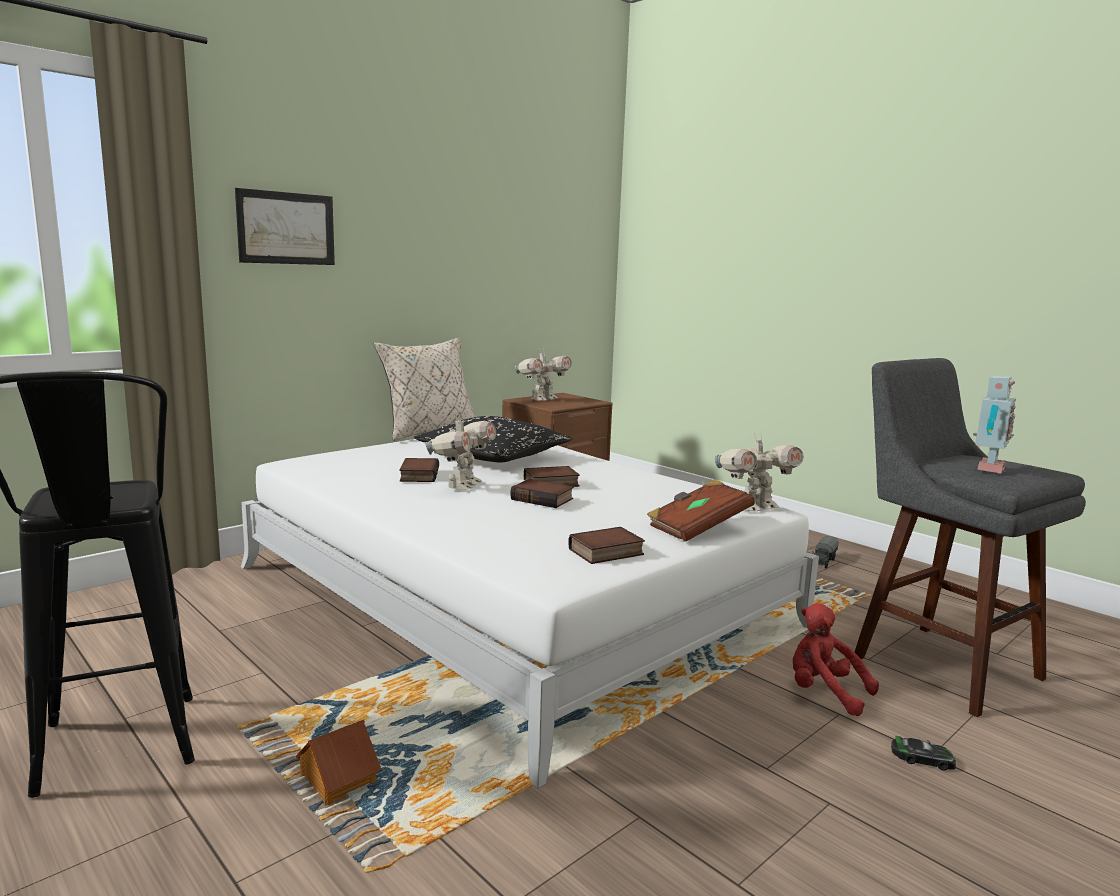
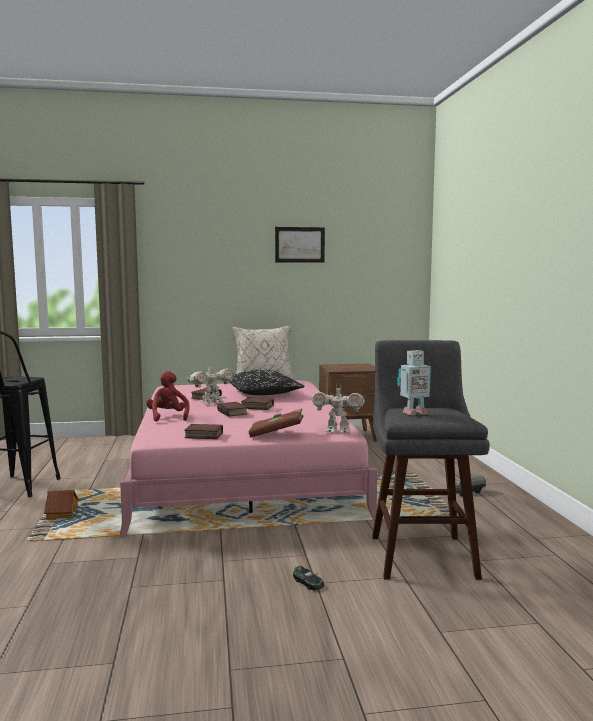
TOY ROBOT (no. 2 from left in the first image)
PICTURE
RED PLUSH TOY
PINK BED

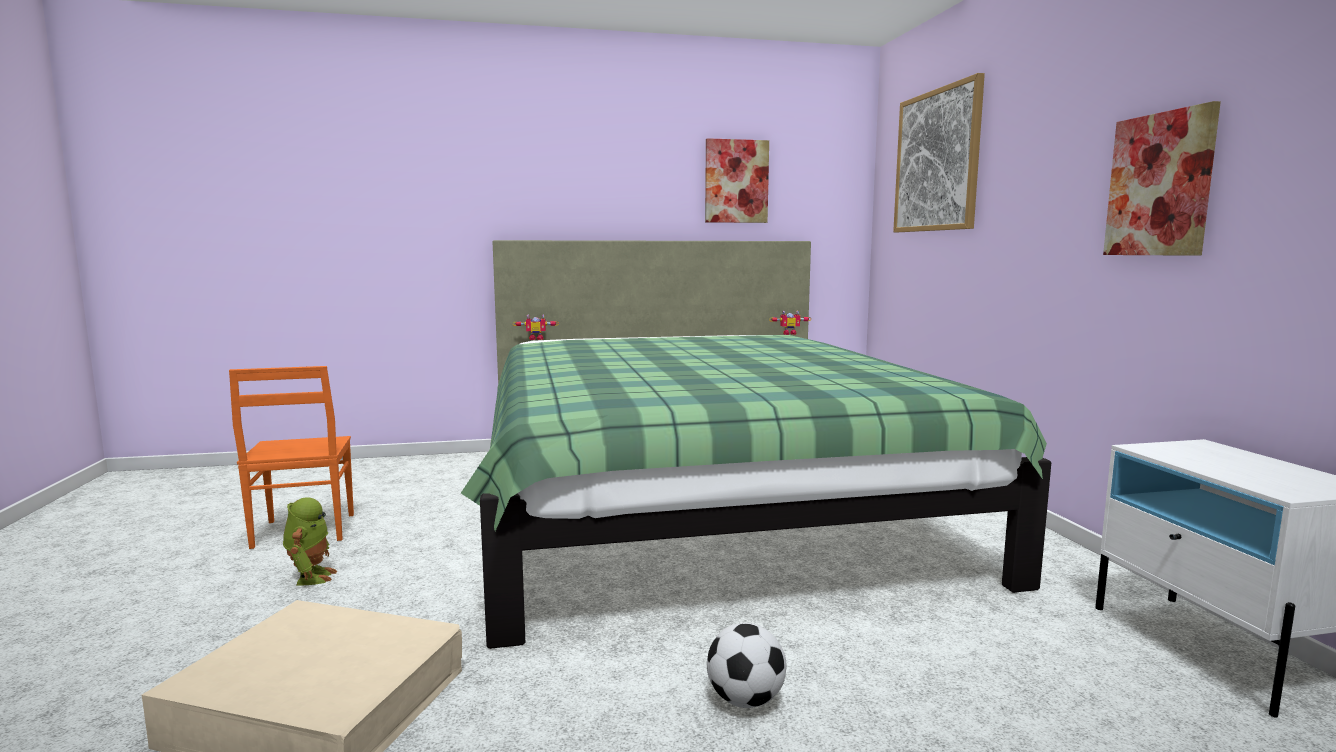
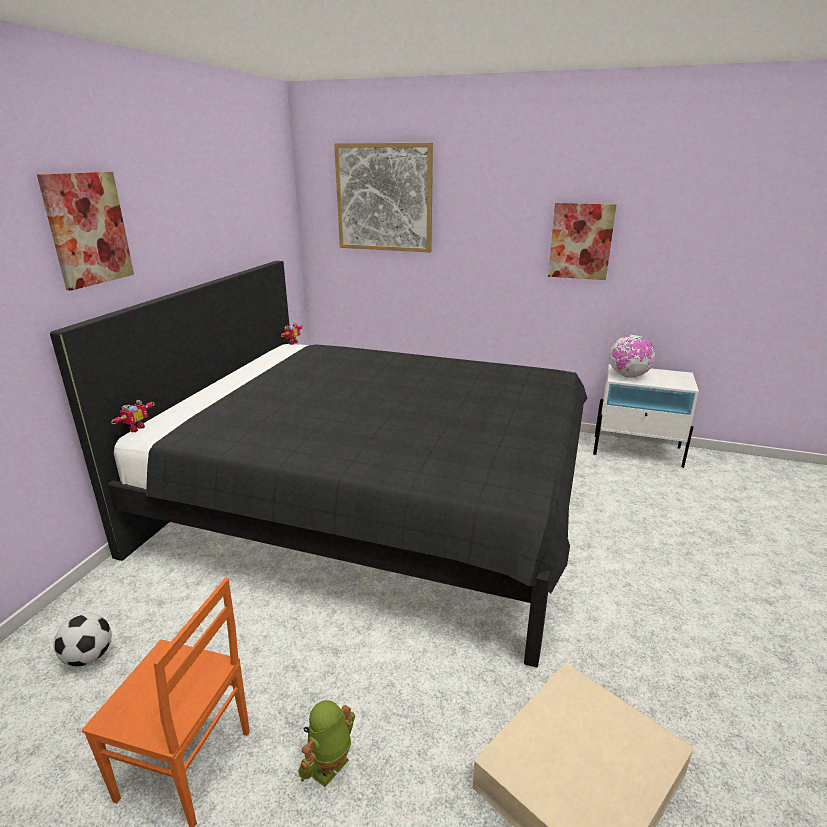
GLOBE
PICTURE (no. 1 from left)
FOOTBALL
BLACK BED
TOY ROBOT (no. 3 from left)

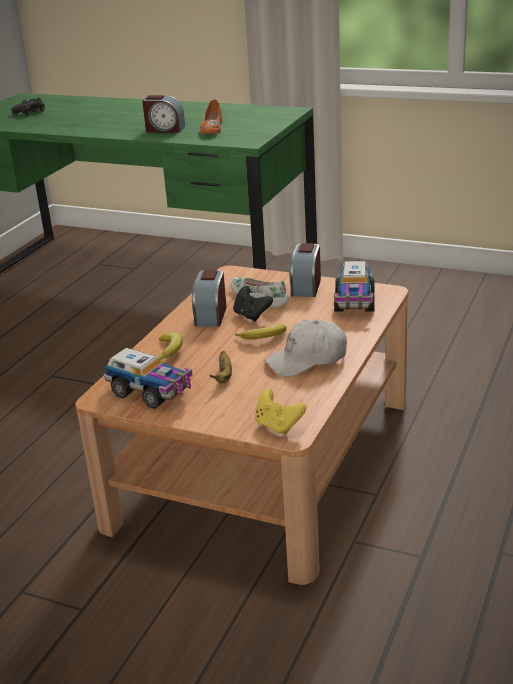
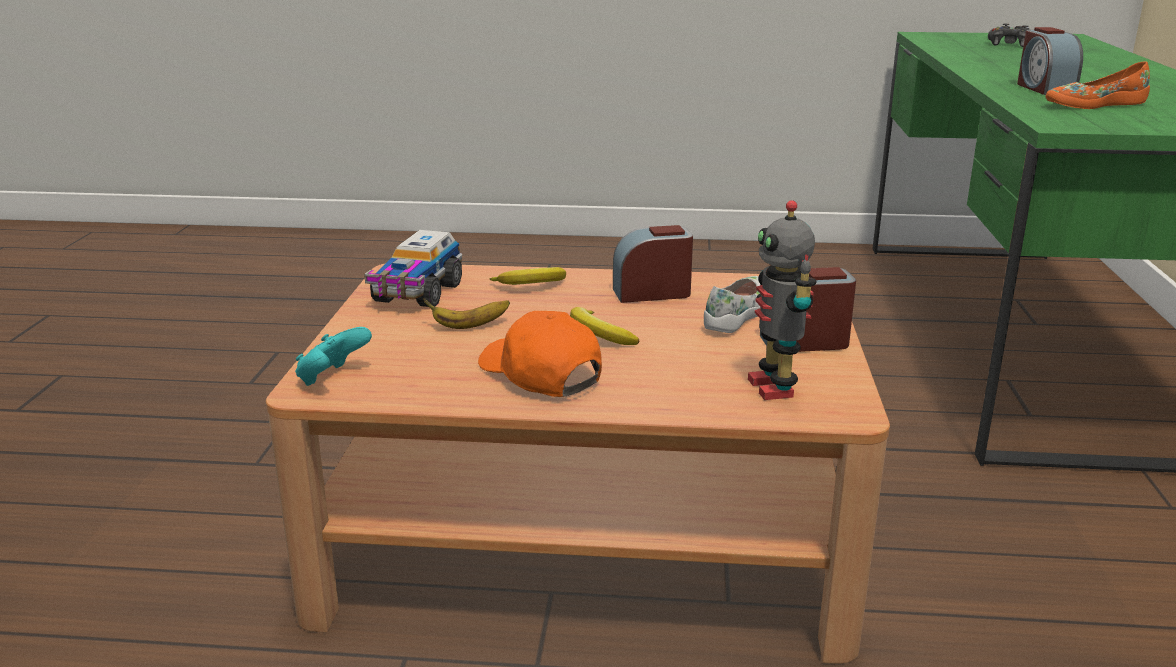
BLACK GAME CONTROLLER (no. 2 from left in the first image)
TOY ROBOT
TURQUOISE GAME CONTROLLER
ORANGE CAP

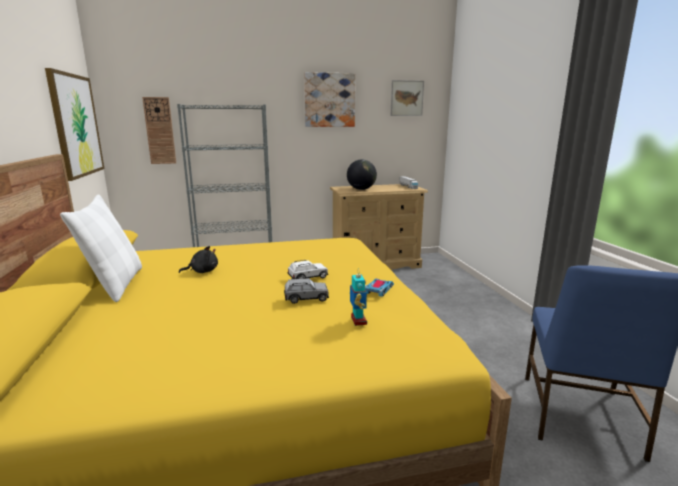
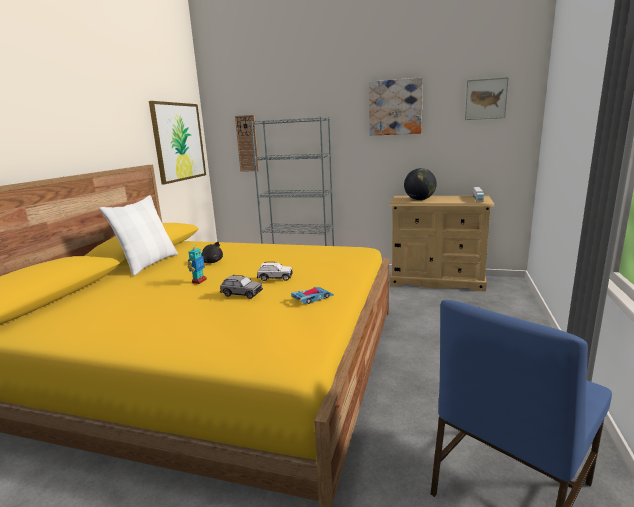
TOY ROBOT

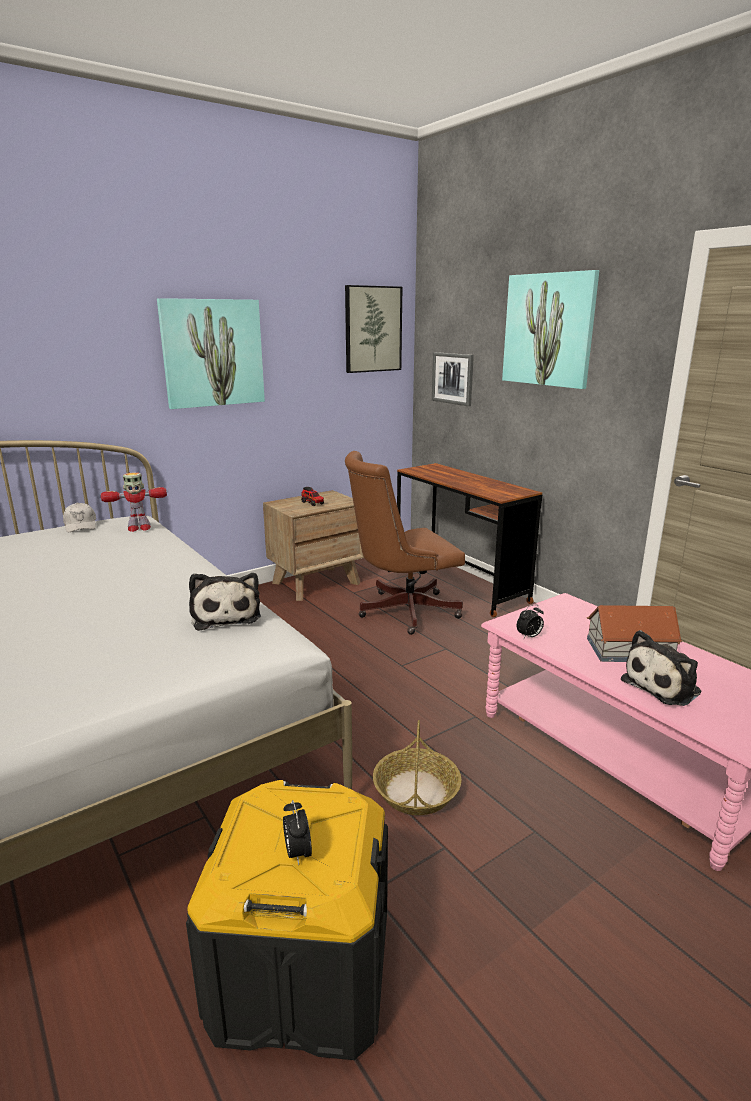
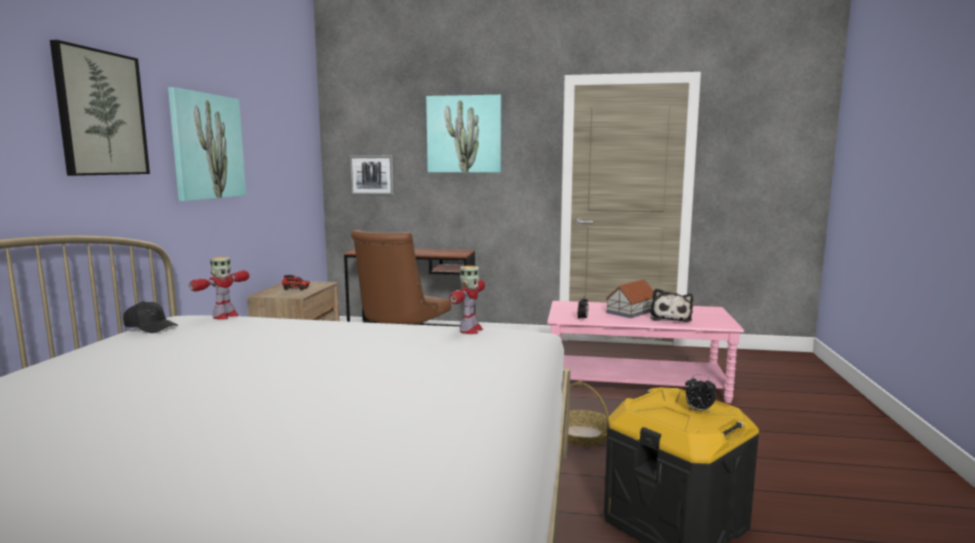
PICTURE (no. 1 from left)
TOY ROBOT (no. 2 from left)
BLACK CAP

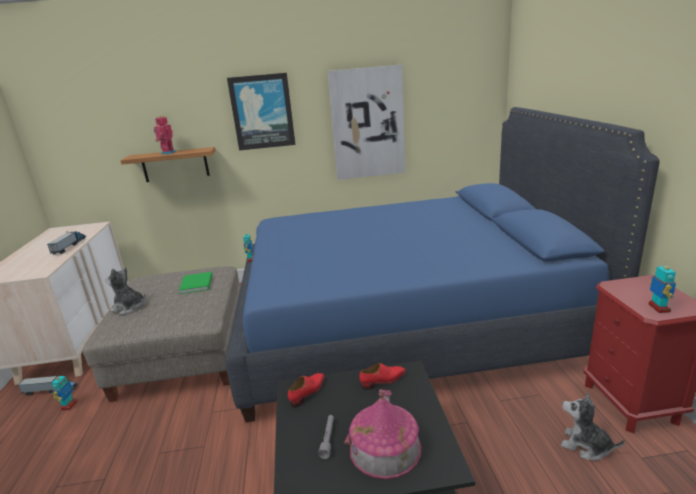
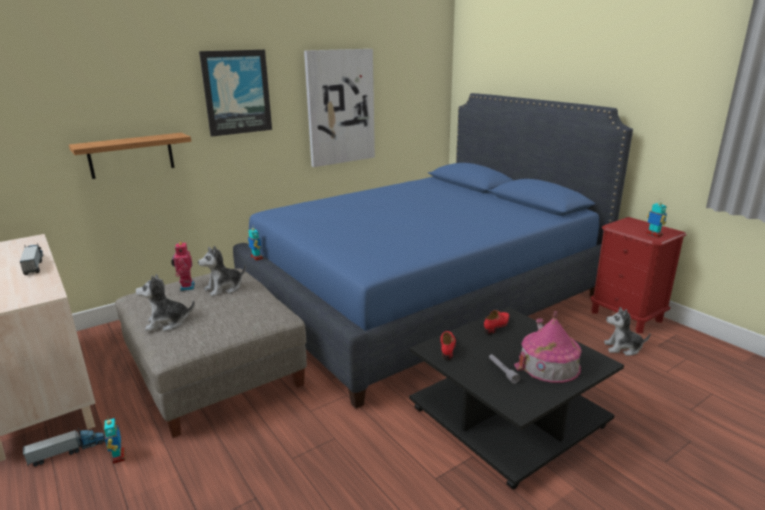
TOY ROBOT (no. 2 from left)
PLUSH TOY (no. 2 from left)

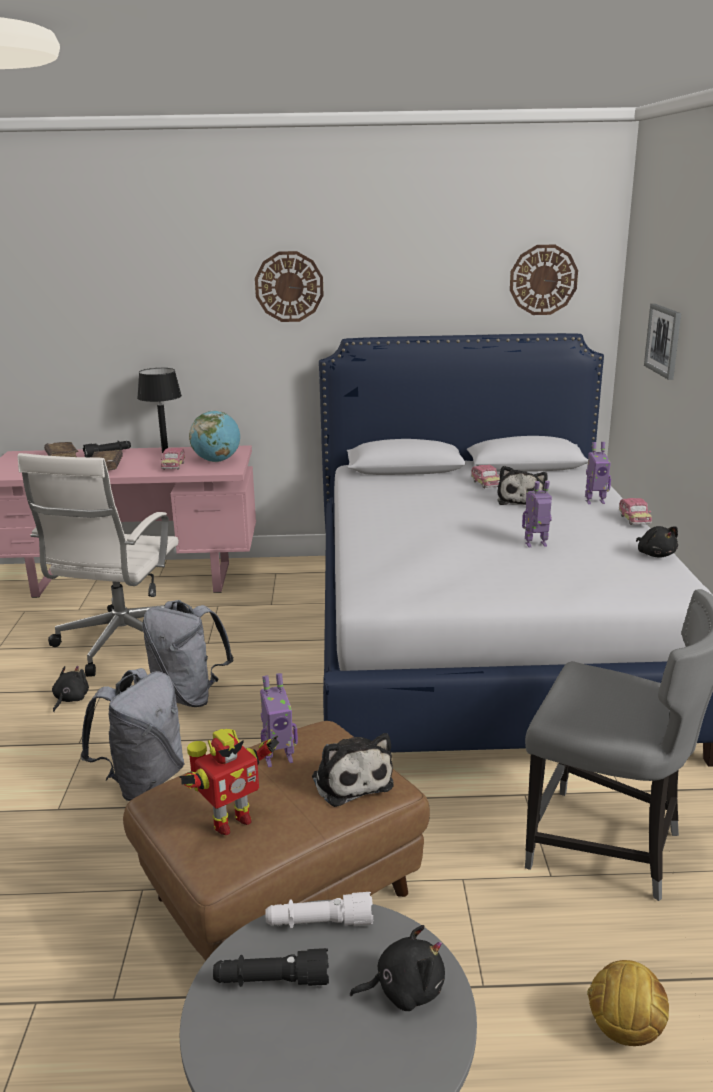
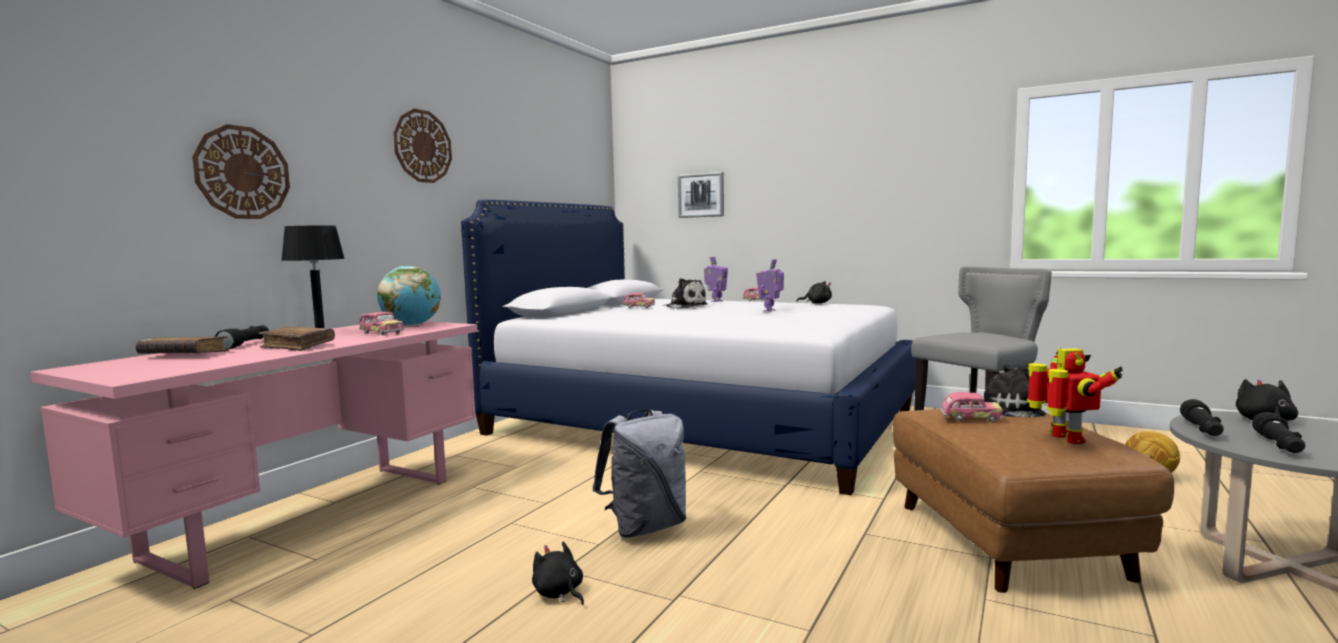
WHITE OFFICE CHAIR
GREY BACKPACK (no. 1 from left in the first image)
WALL CLOCK (no. 1 from left)
TOY CAR (no. 4 from left)
BLACK FLASHLIGHT (no. 2 from left)

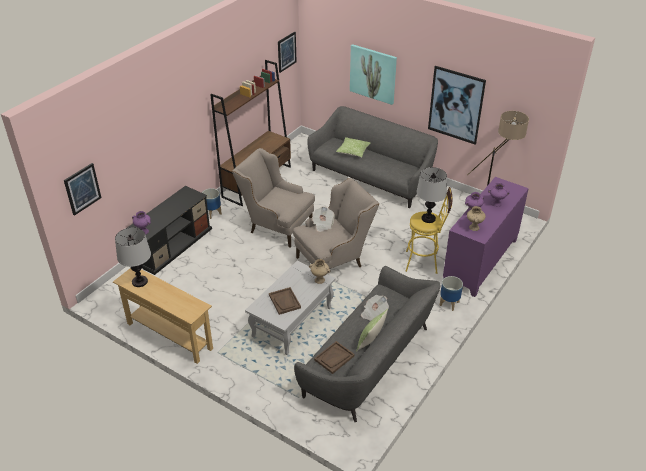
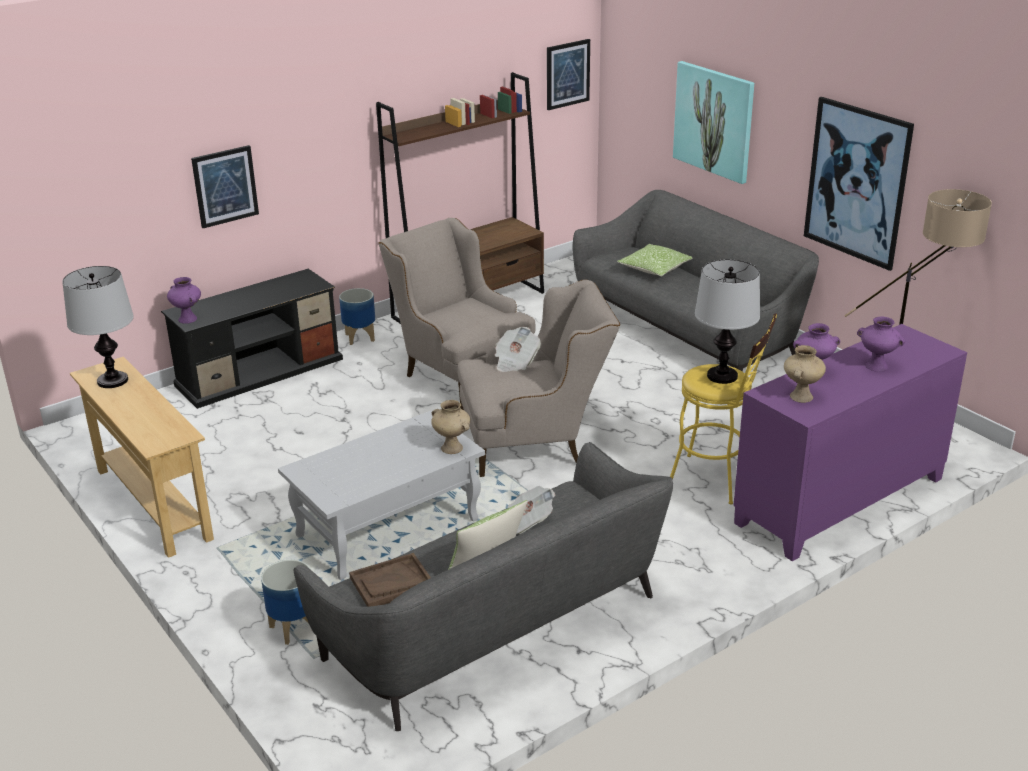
BROWN TRAY (no. 1 from left in the first image)
PICTURE (no. 1 from left)
PLANTER (no. 1 from left)

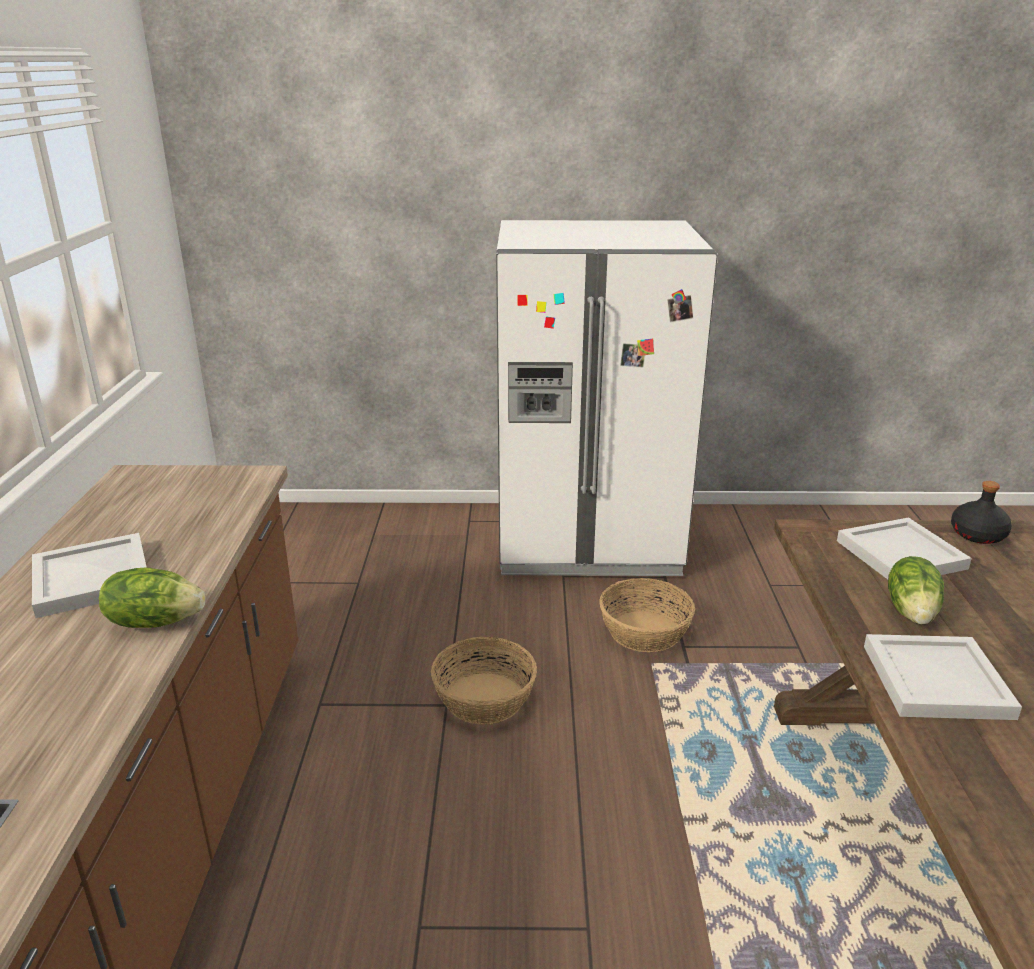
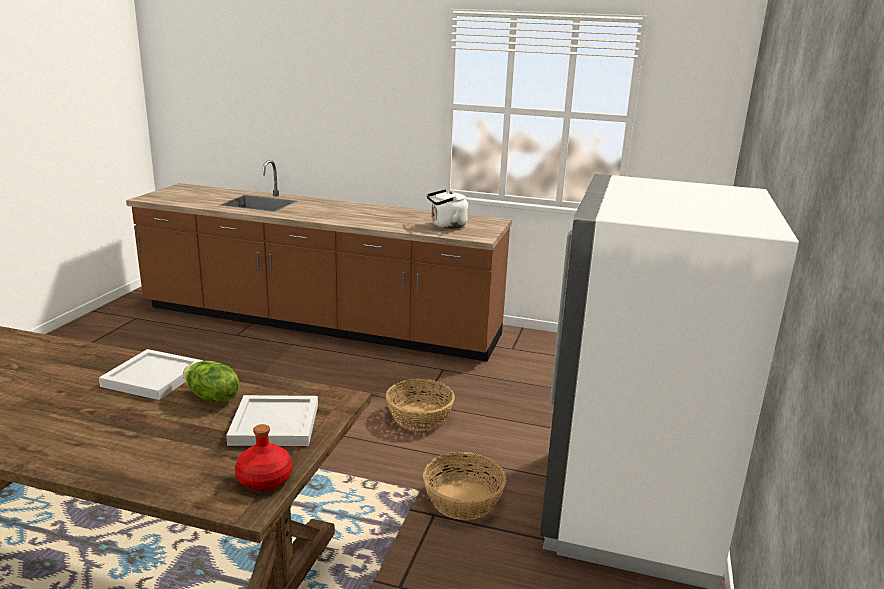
WHITE TRAY (no. 1 from left in the first image)
LETTUCE (no. 1 from left in the first image)
WHITE KETTLE
RED BOTTLE

